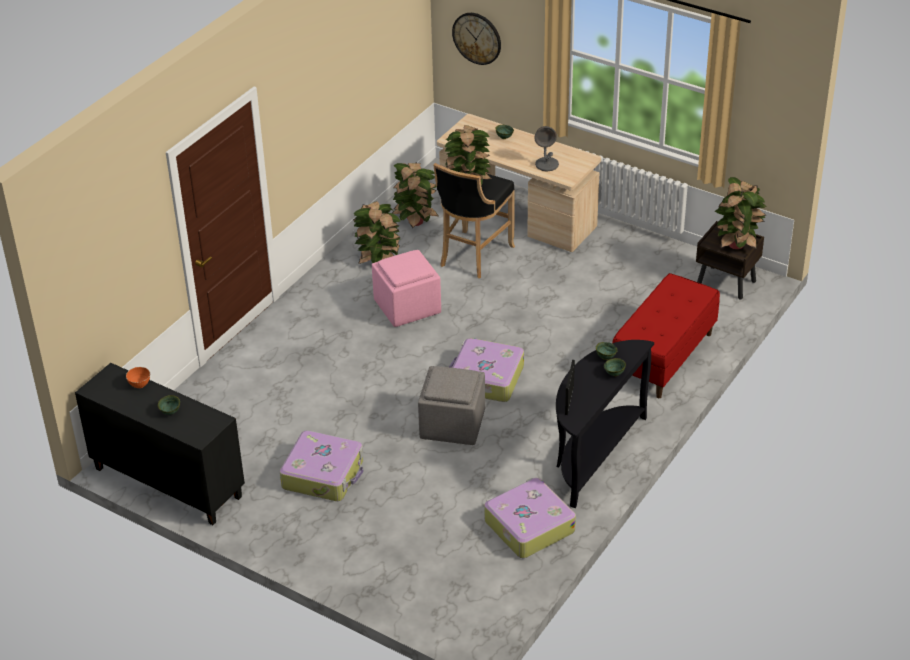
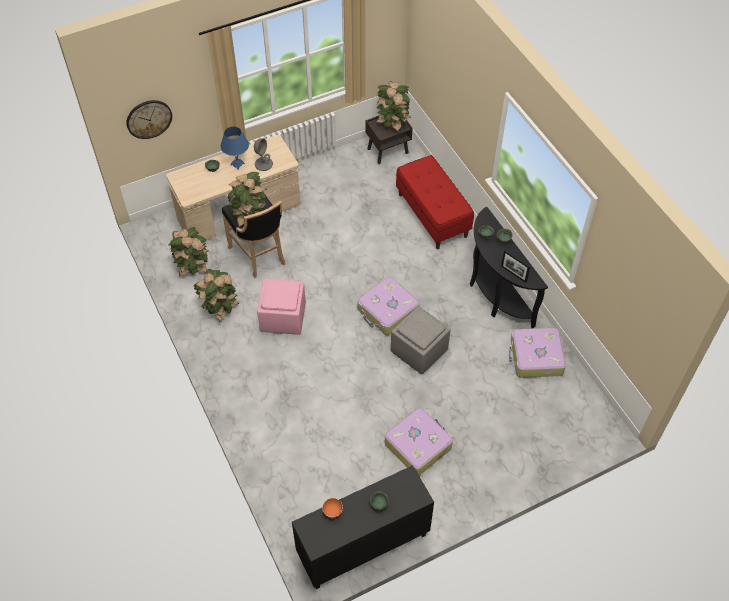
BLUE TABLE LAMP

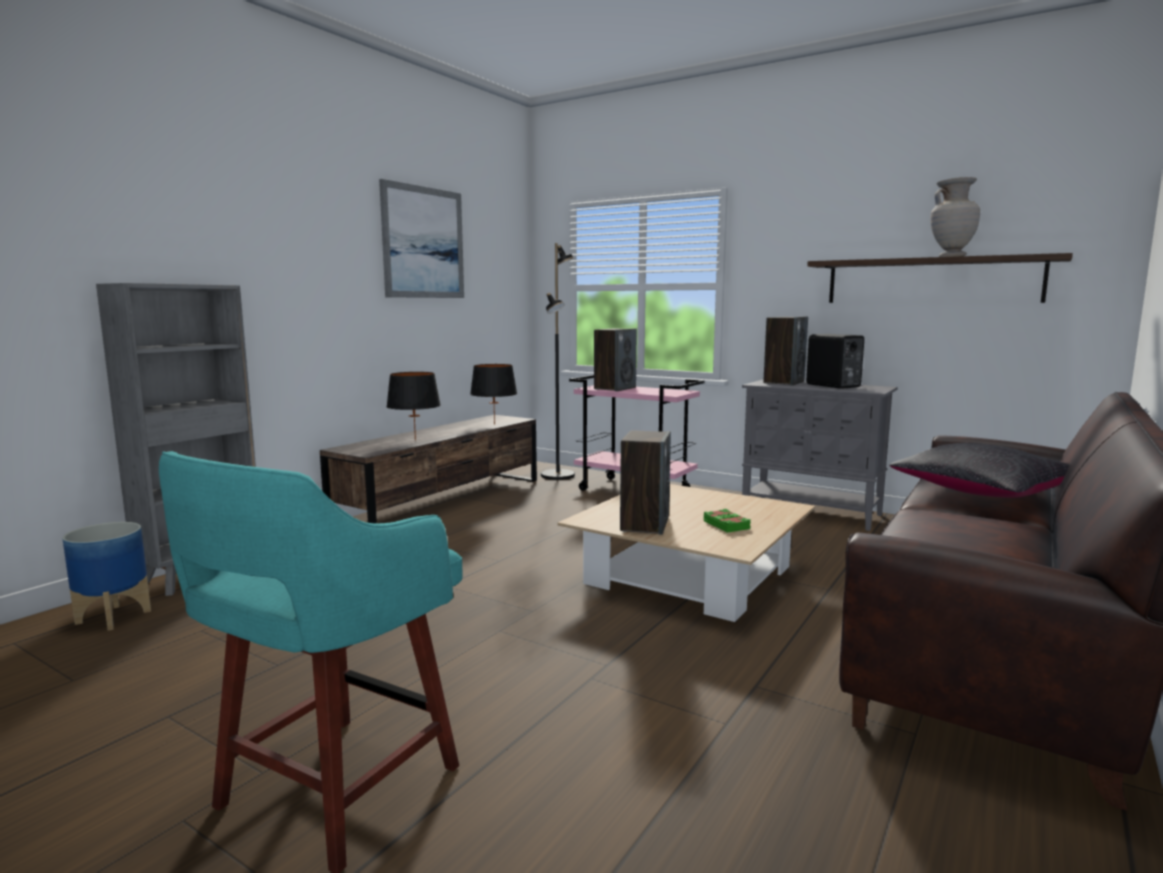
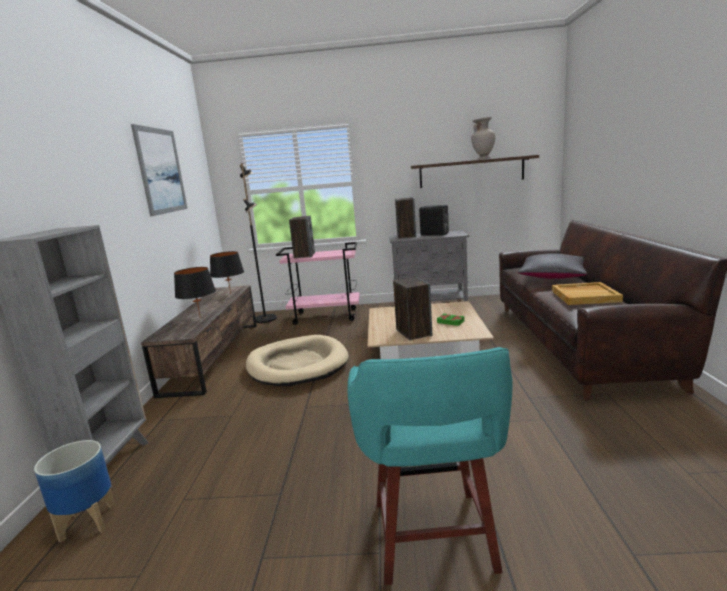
BEIGE DOG BED
BEIGE TRAY

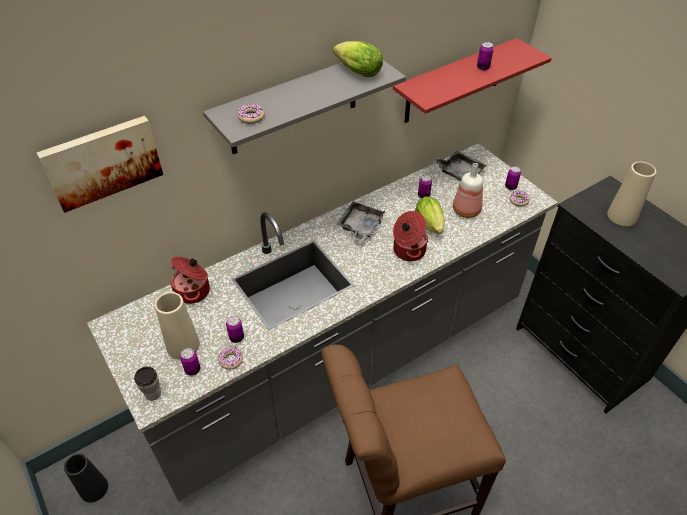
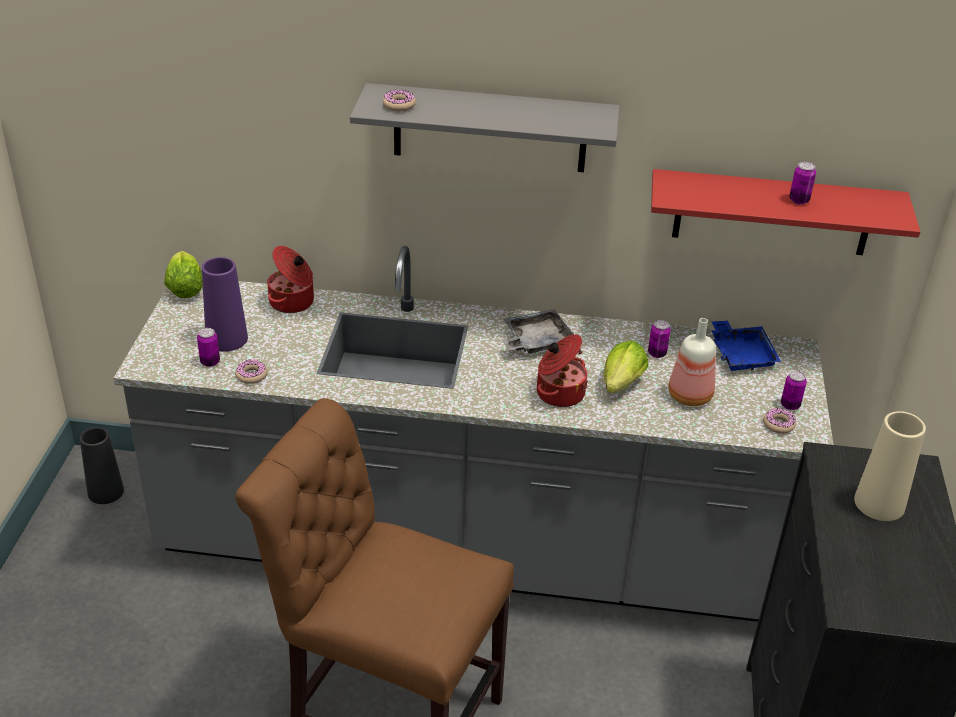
PICTURE
CUP
CAN (no. 2 from left in the first image)
LETTUCE (no. 1 from left)
PURPLE VASE
BLUE TRAY

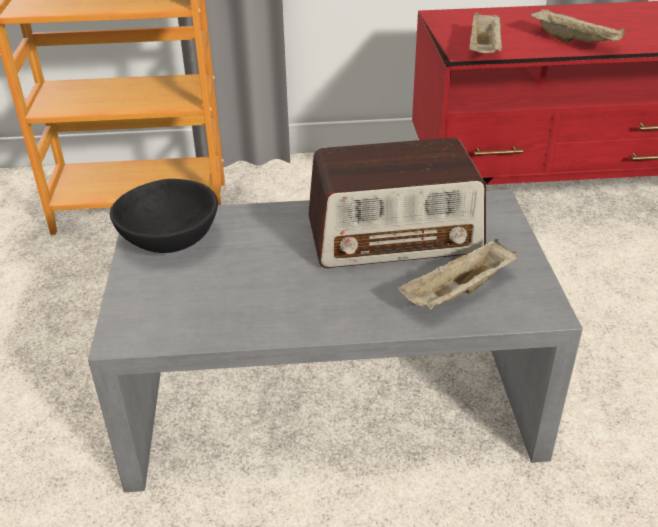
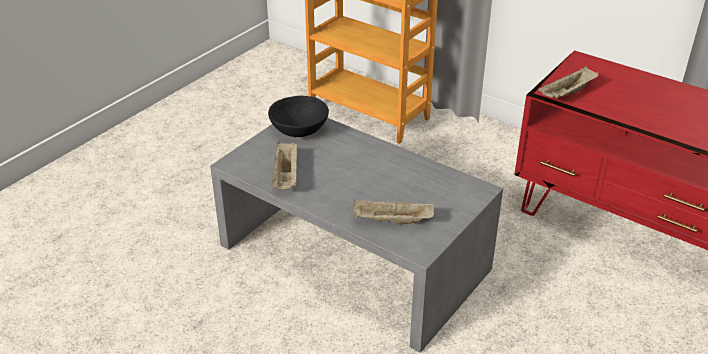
RADIO
BEIGE TRAY (no. 1 from left)

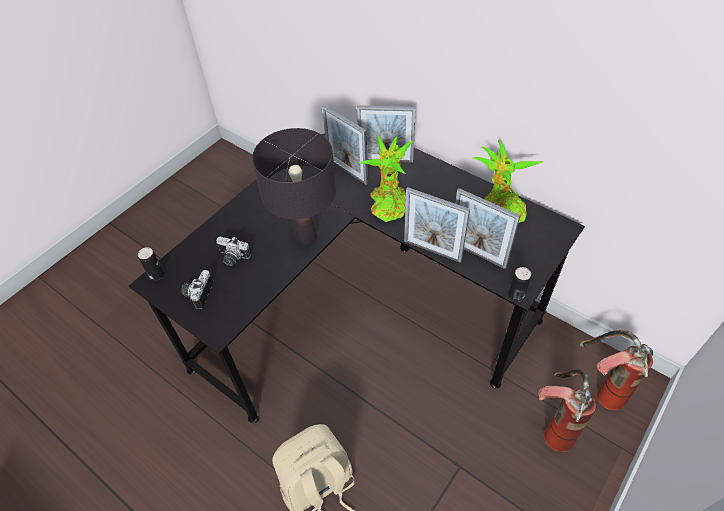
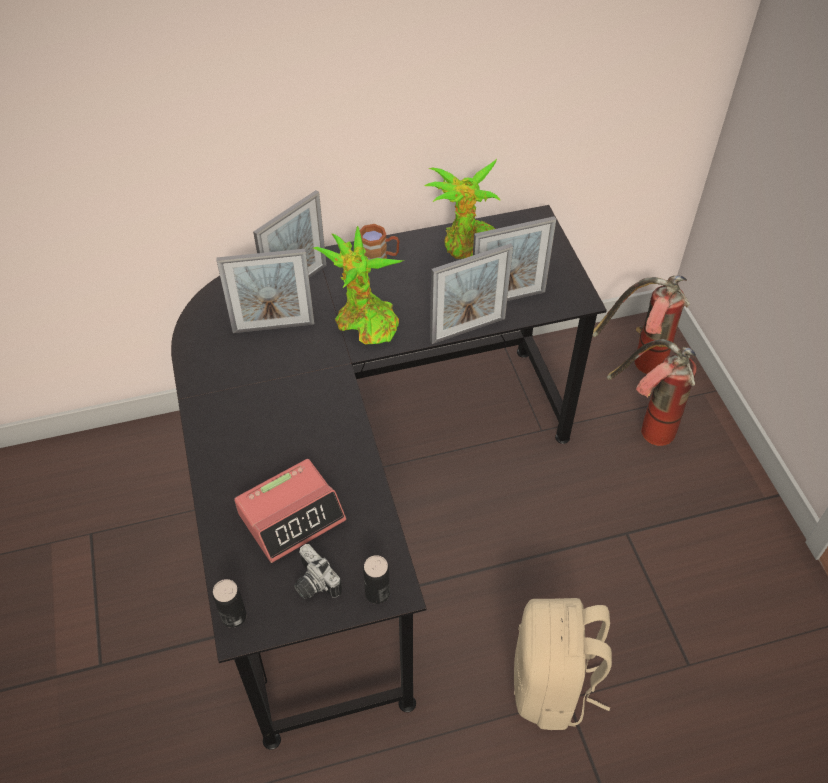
BLACK TABLE LAMP
BROWN MUG
CAN (no. 2 from left)
ALARM CLOCK

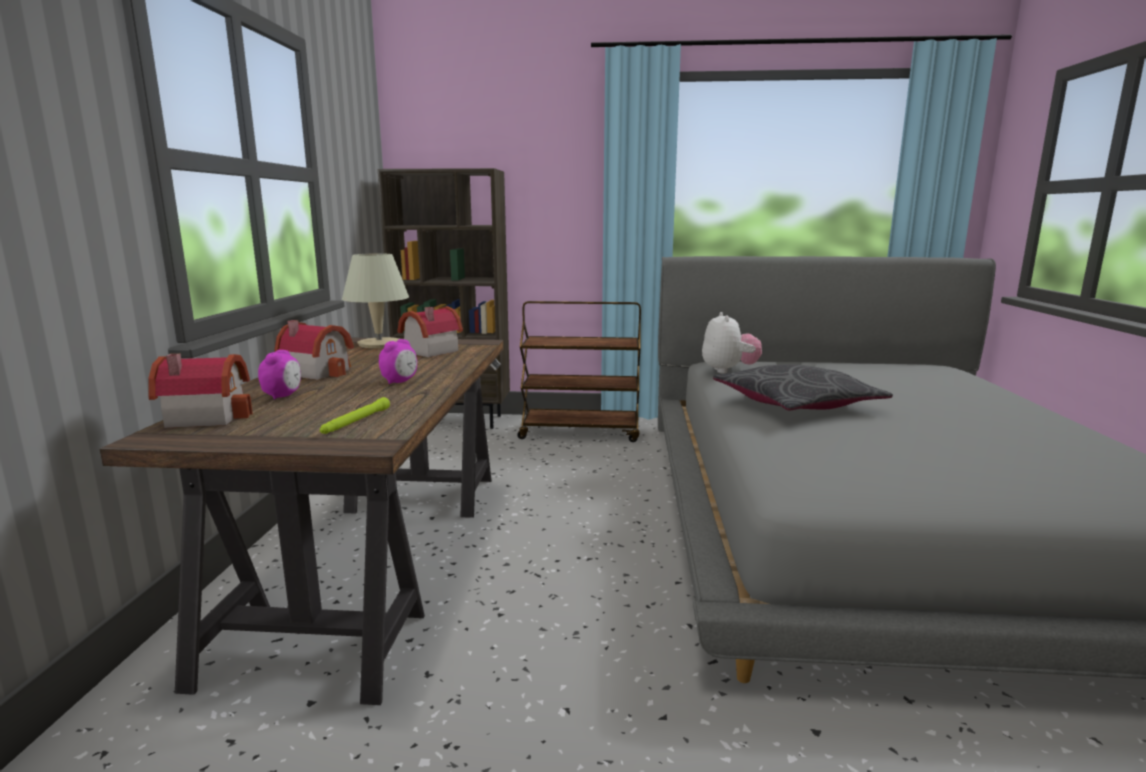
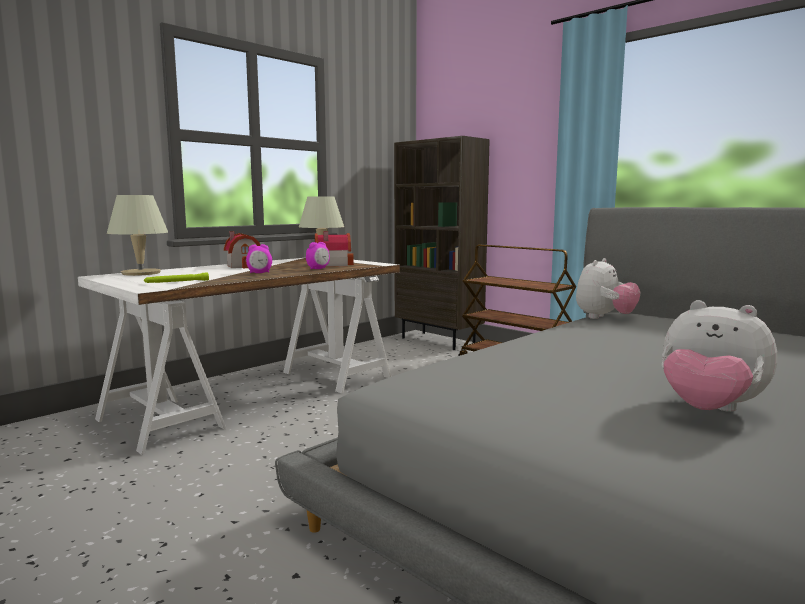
GREY PILLOW
PLUSH TOY (no. 2 from left)
ALARM CLOCK (no. 2 from left)
BEIGE TABLE LAMP (no. 1 from left)
WHITE DESK

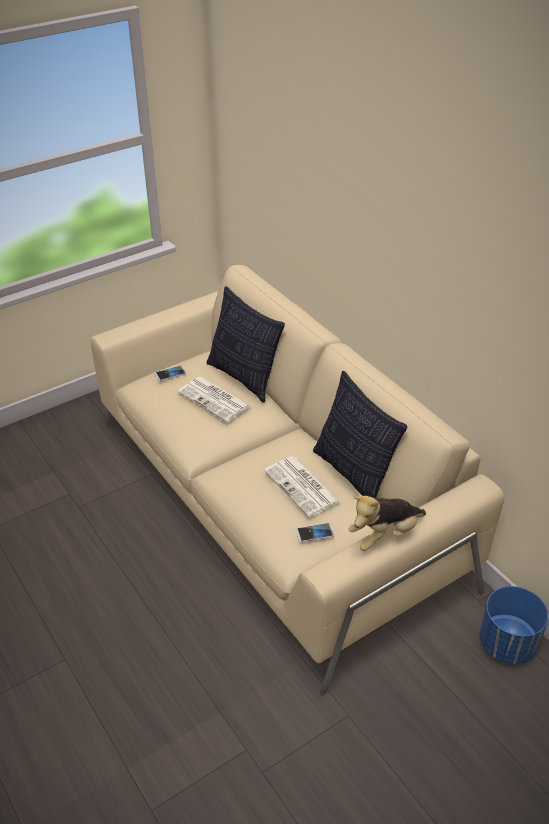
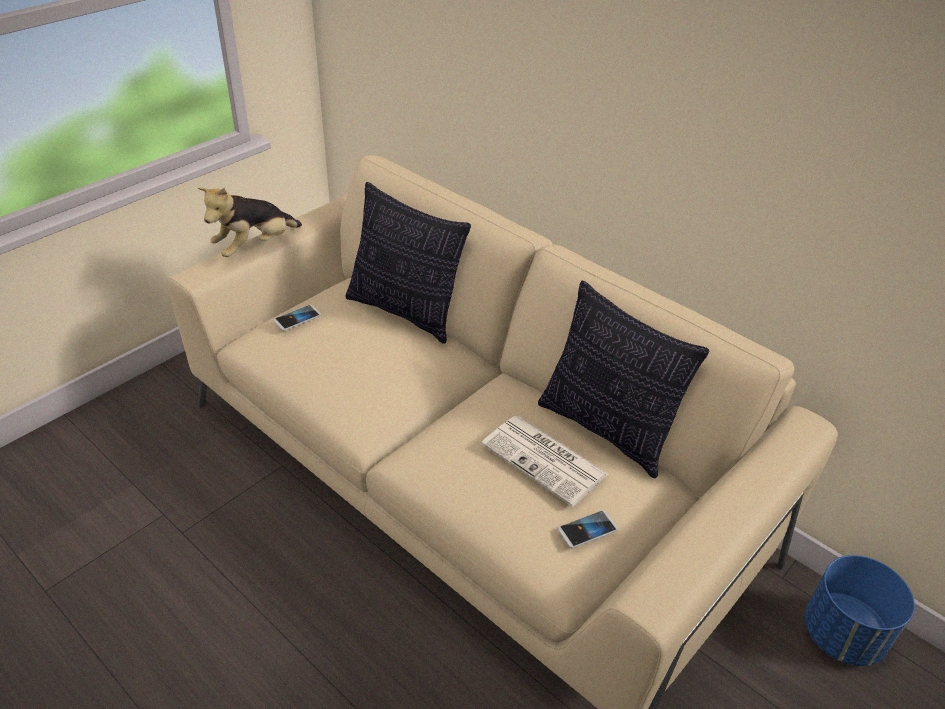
NEWSPAPER (no. 1 from left in the first image)
PLUSH TOY

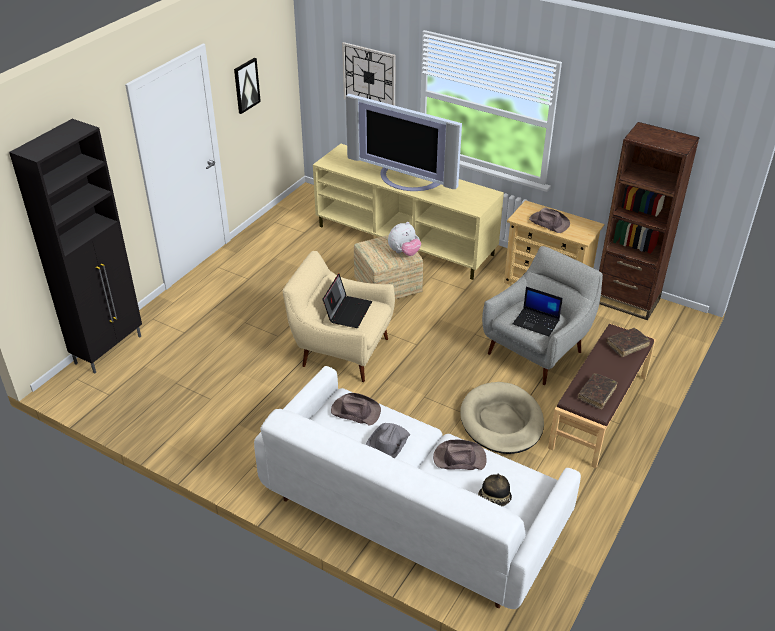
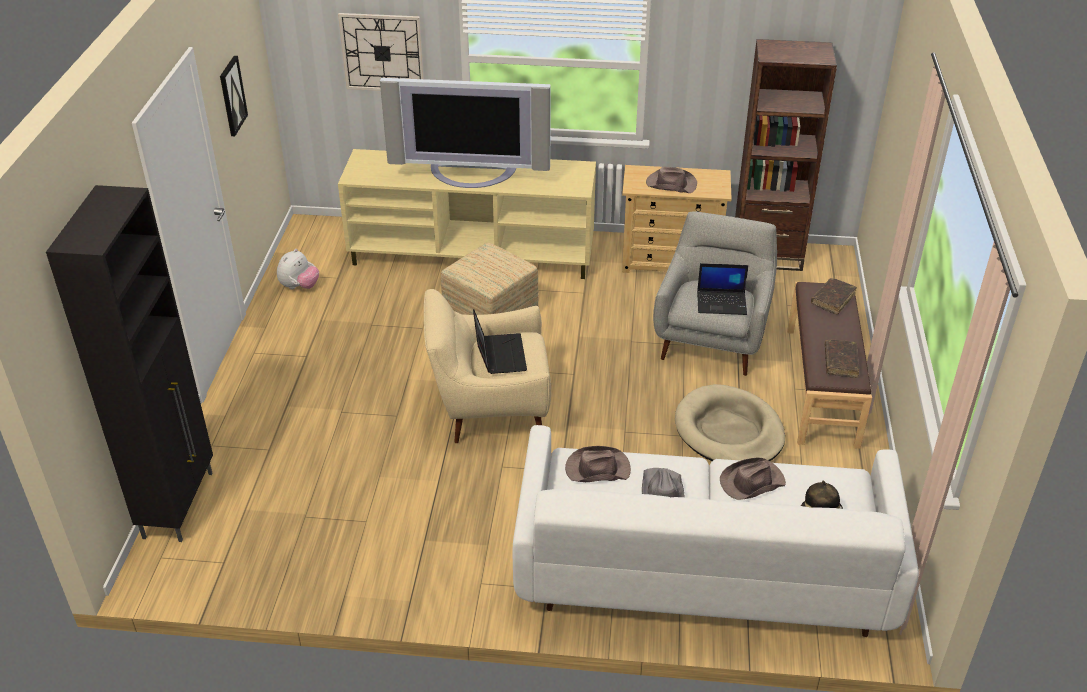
PLUSH TOY

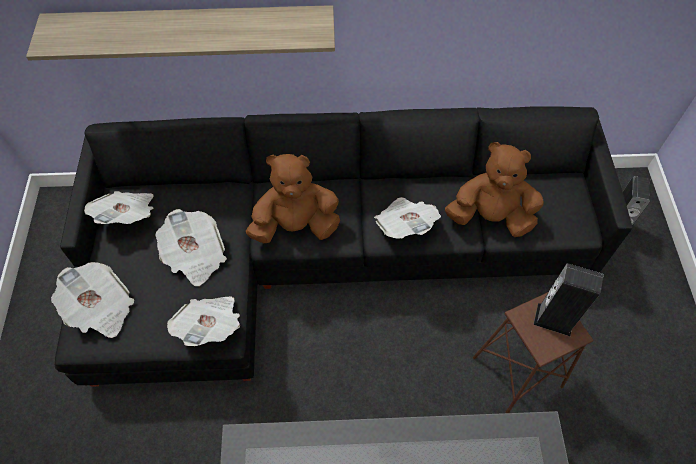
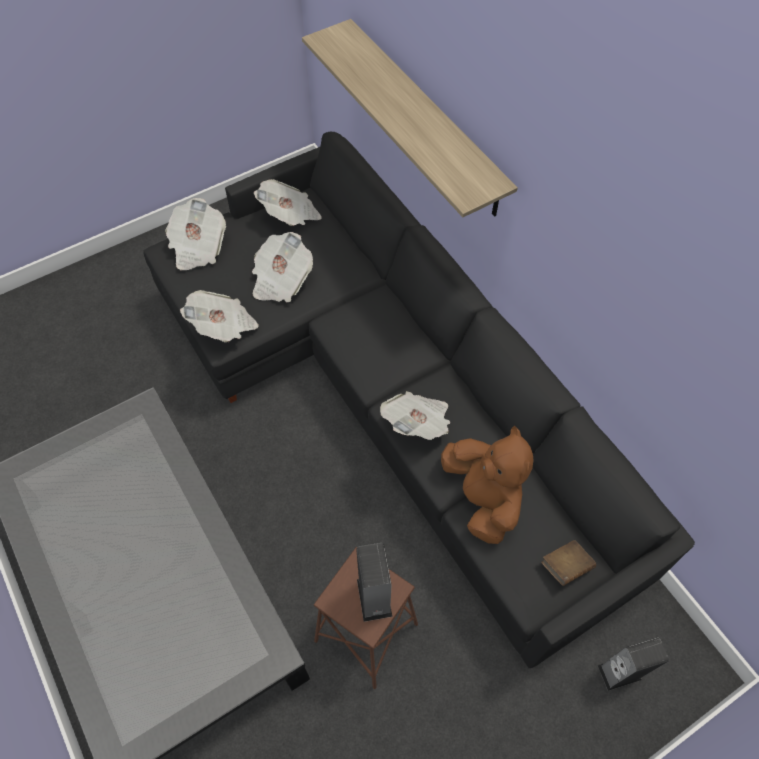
BROWN PLUSH TOY (no. 1 from left in the first image)
BROWN BOOK

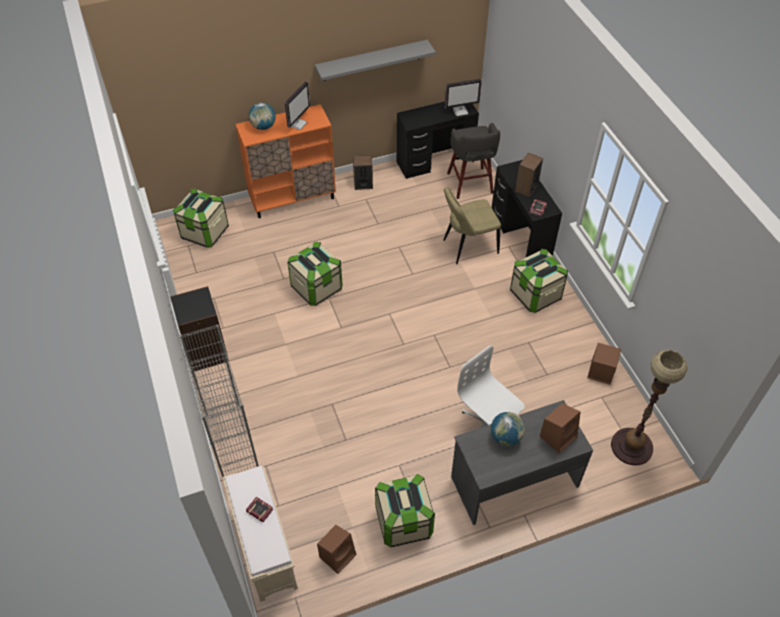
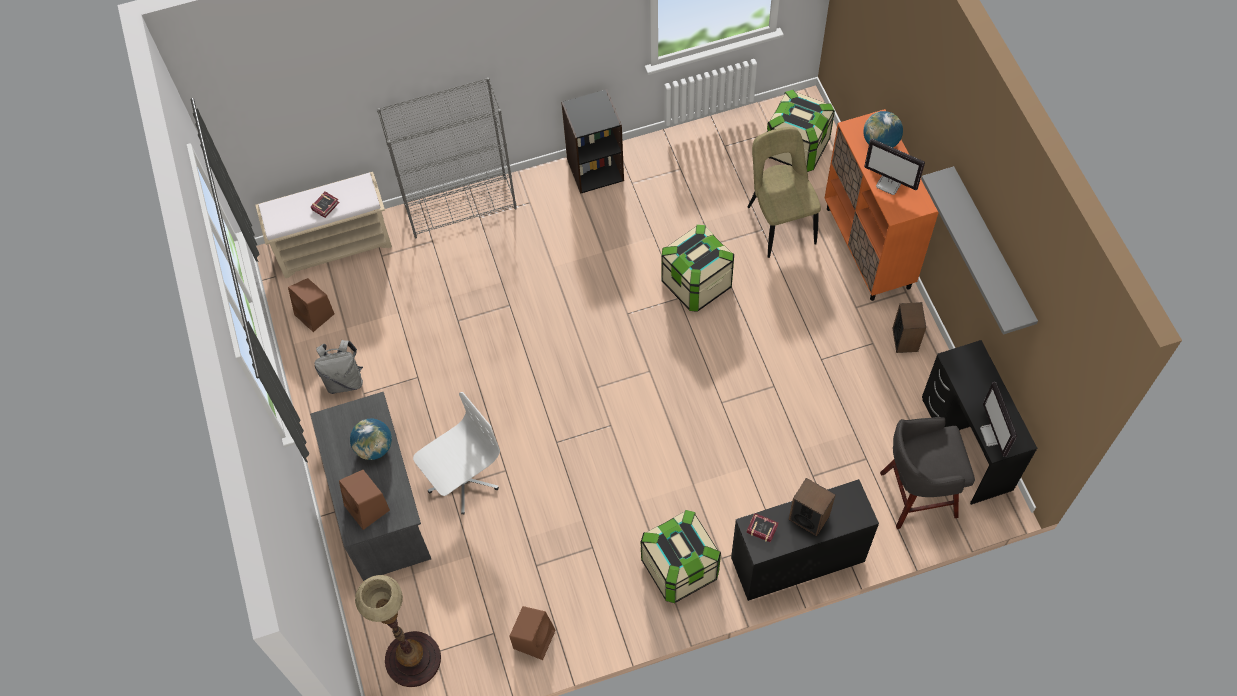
BEIGE CHAIR
GREY BACKPACK

